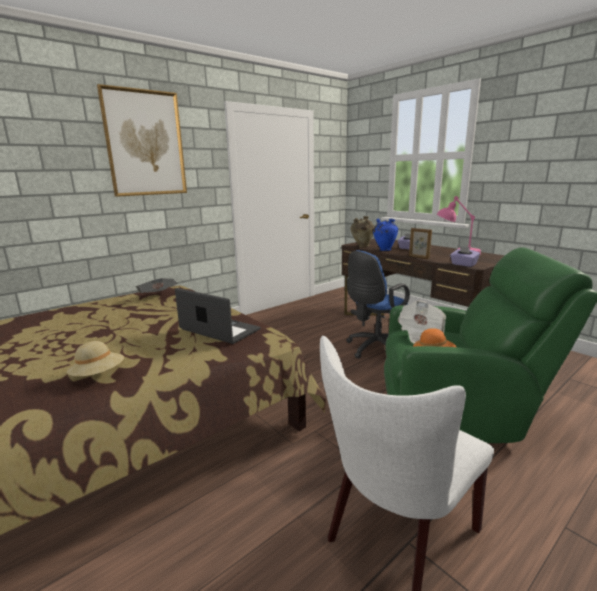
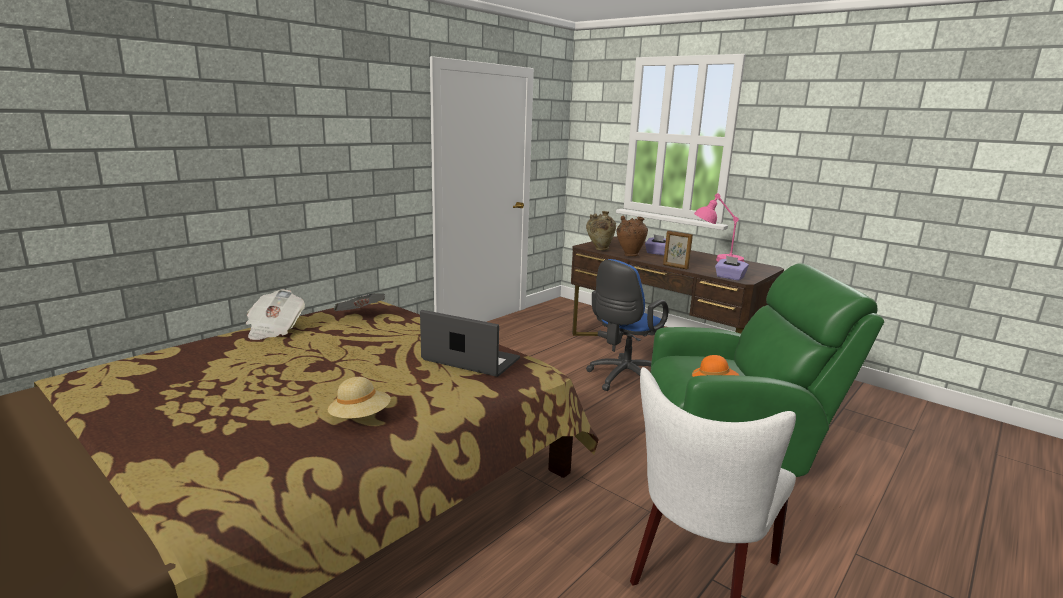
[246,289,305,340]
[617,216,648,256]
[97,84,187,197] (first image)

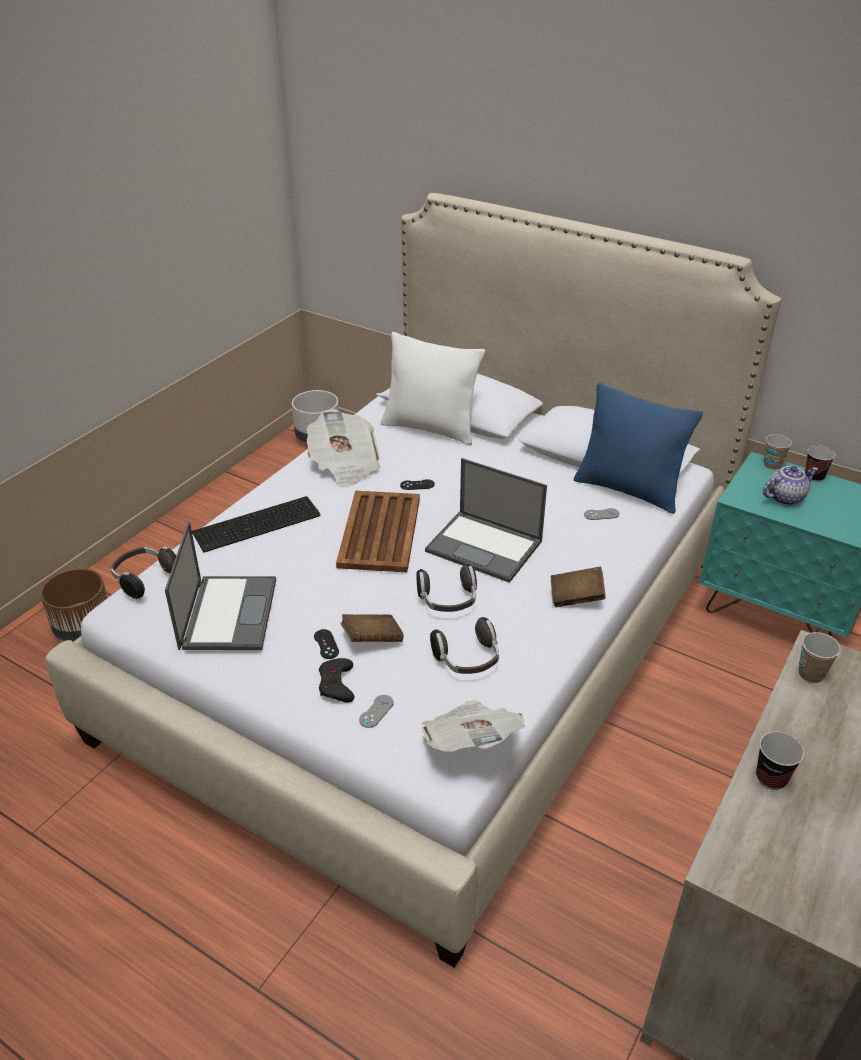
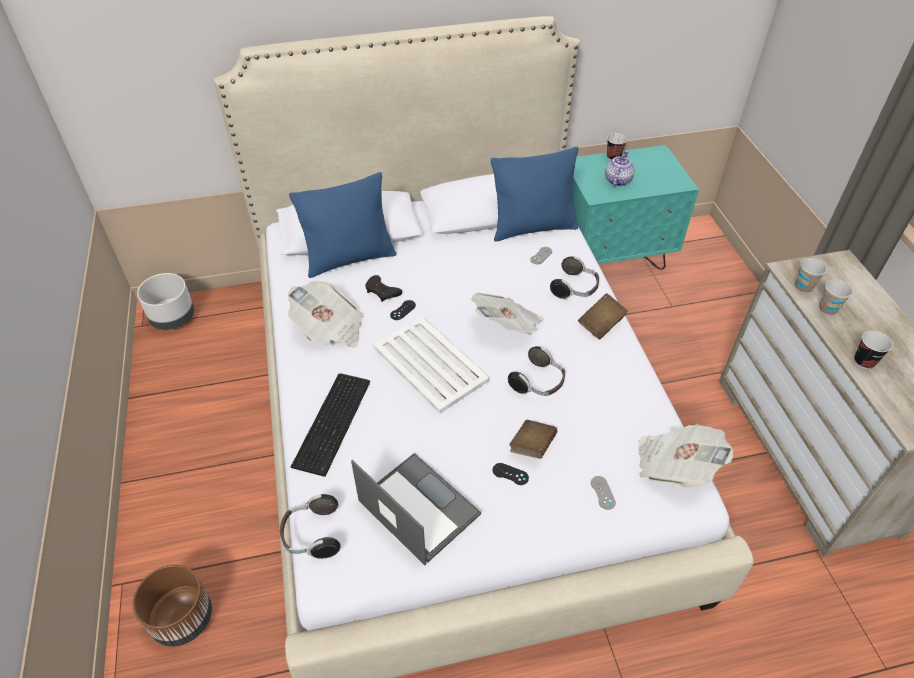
[289,172,396,278]
[365,275,402,302]
[373,317,489,414]
[471,293,544,335]
[550,256,599,299]
[819,279,853,315]

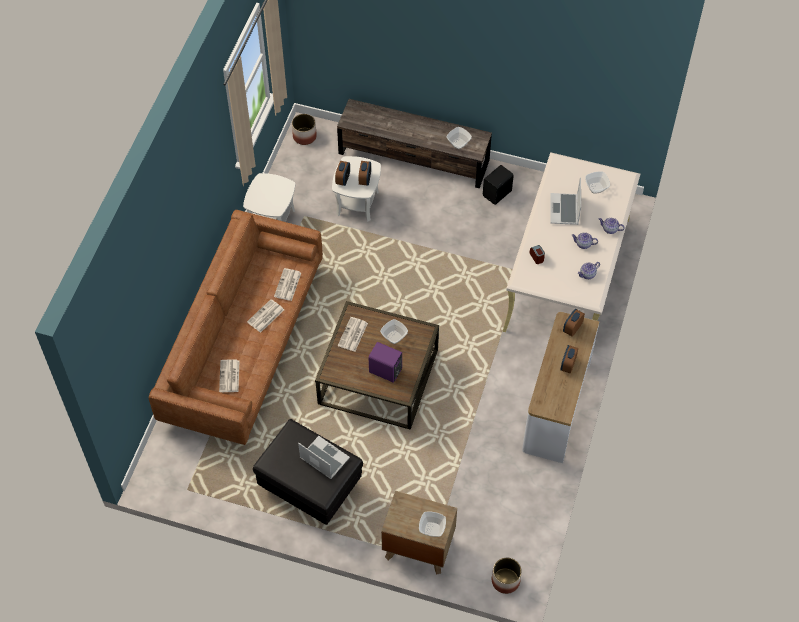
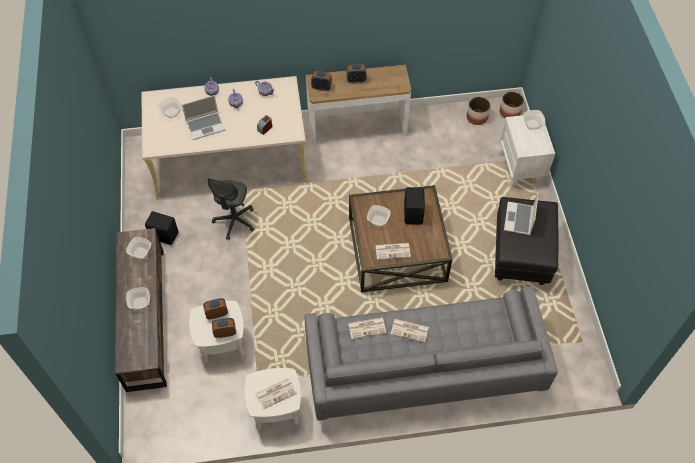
[126,287,150,310]
[208,178,254,240]
[255,378,297,409]
[305,287,558,420]
[404,187,425,224]
[467,97,490,125]
[499,115,555,188]

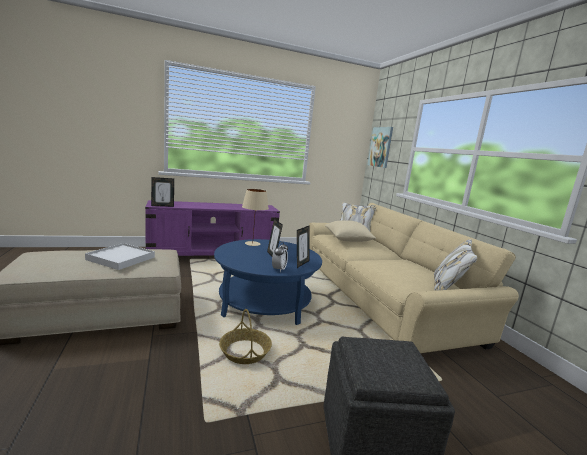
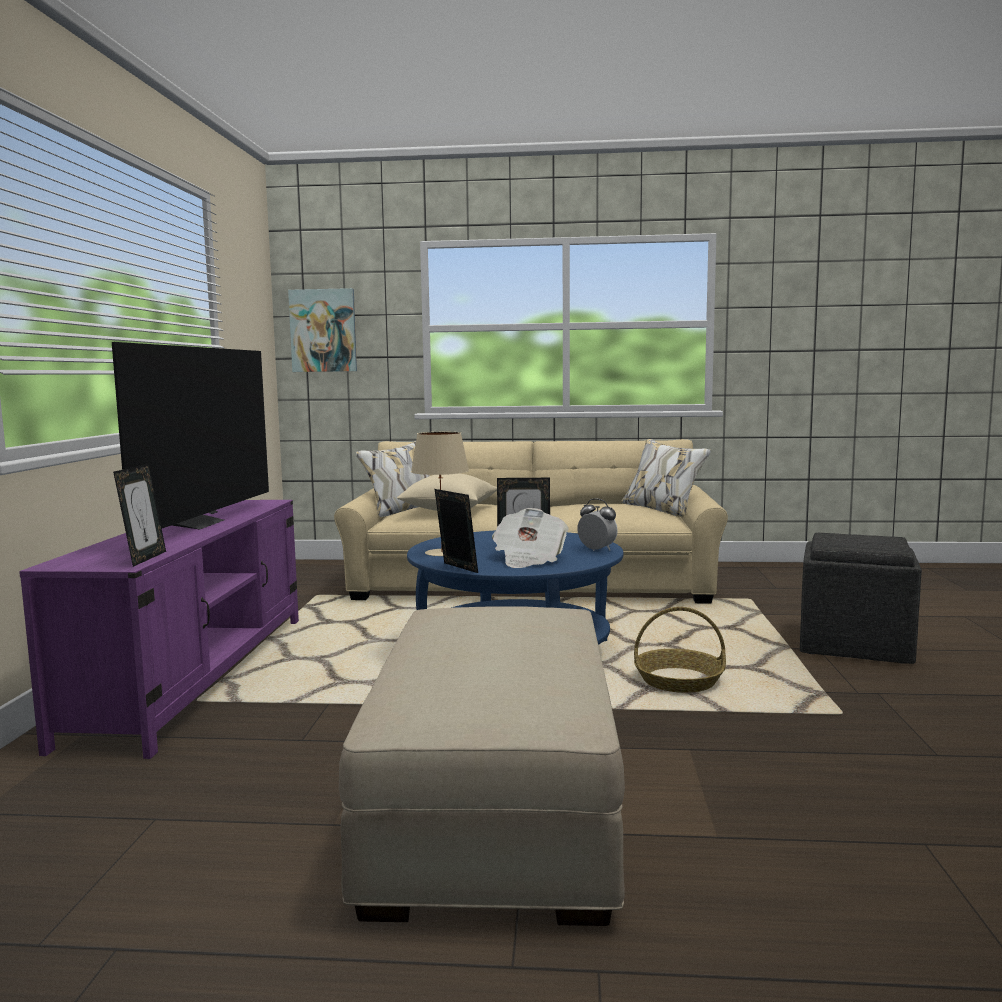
[112,342,269,530]
[435,489,478,573]
[492,508,569,568]
[85,243,155,270] (first image)

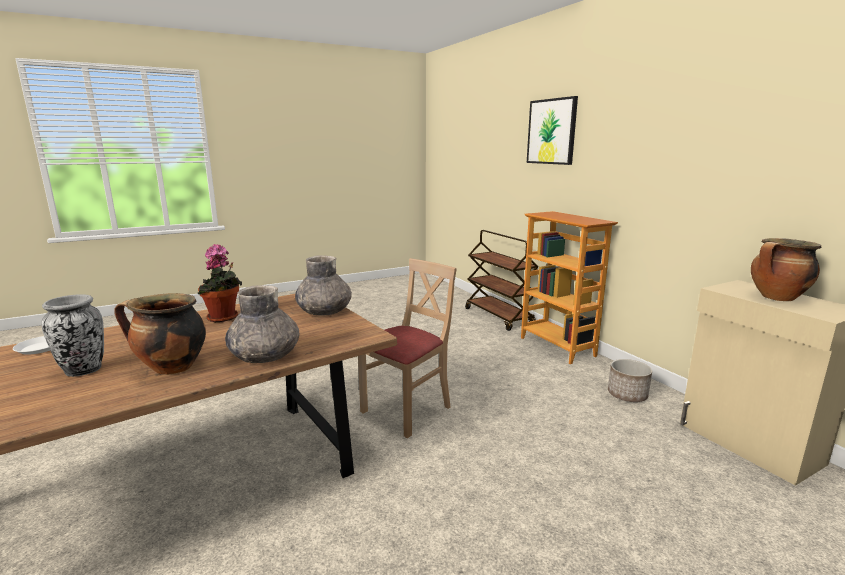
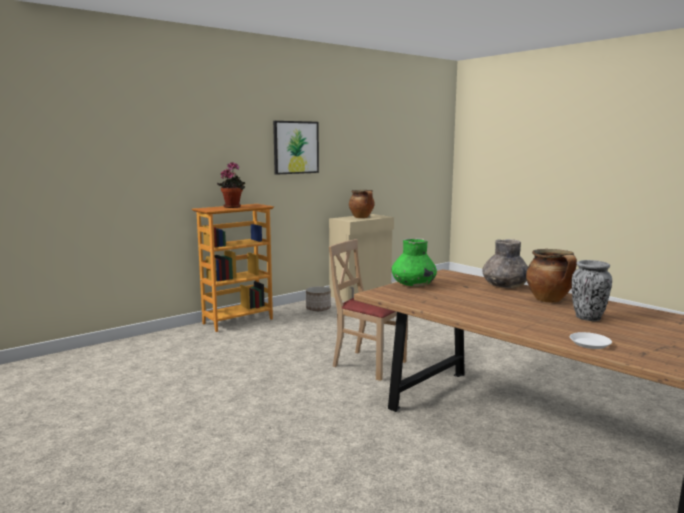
[217,162,245,208]
[273,121,319,175]
[392,238,437,286]
[465,230,539,331] (first image)

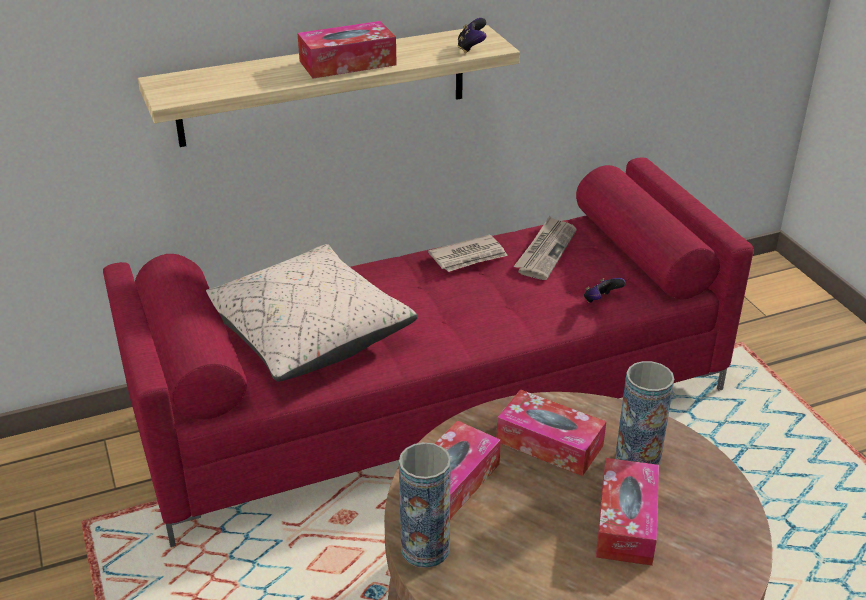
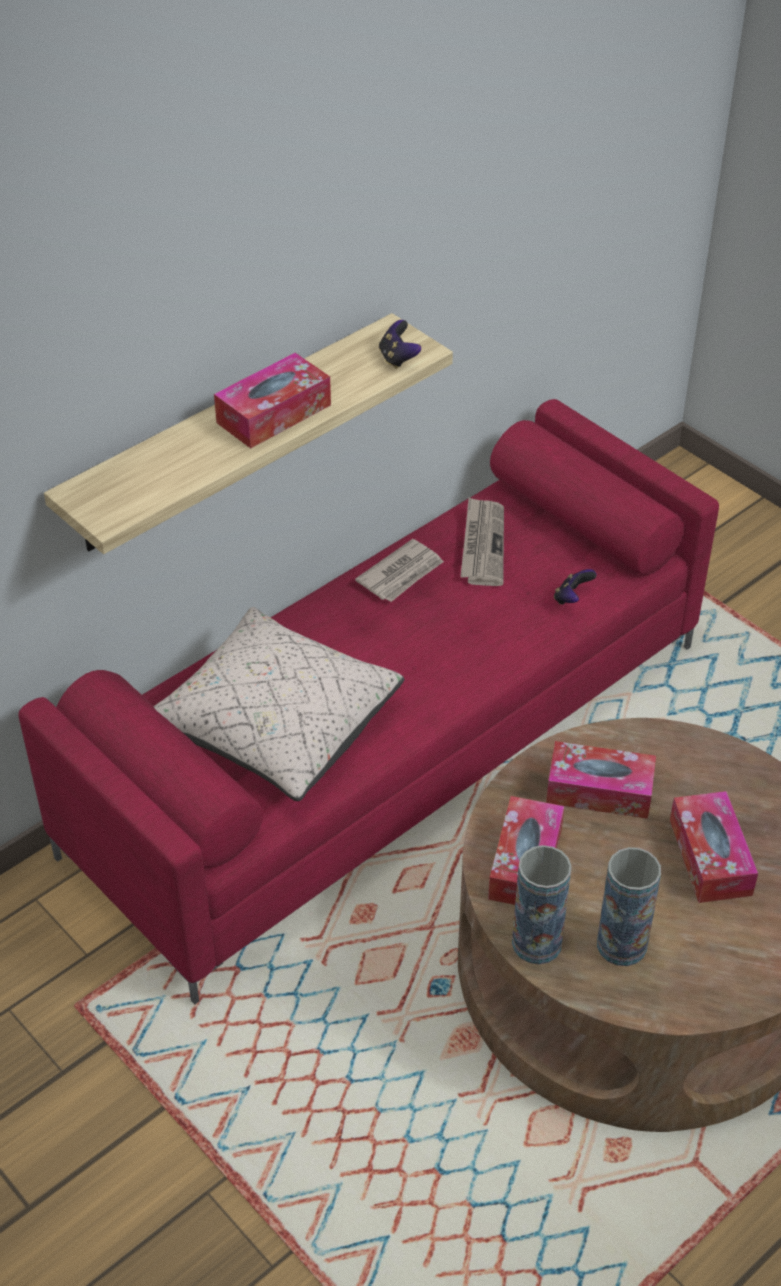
[597,847,661,966]

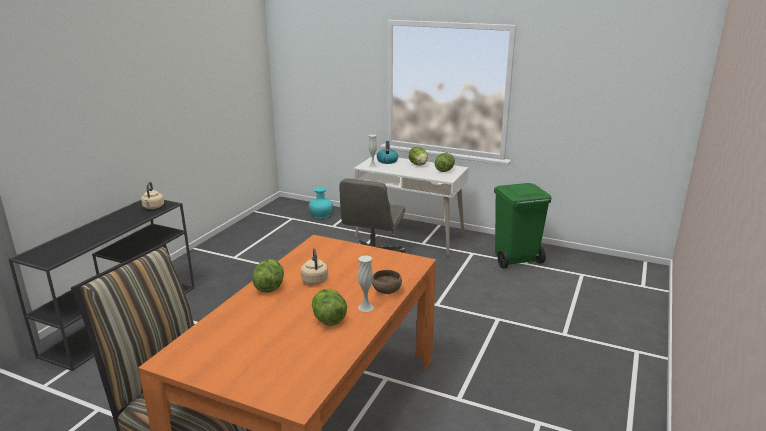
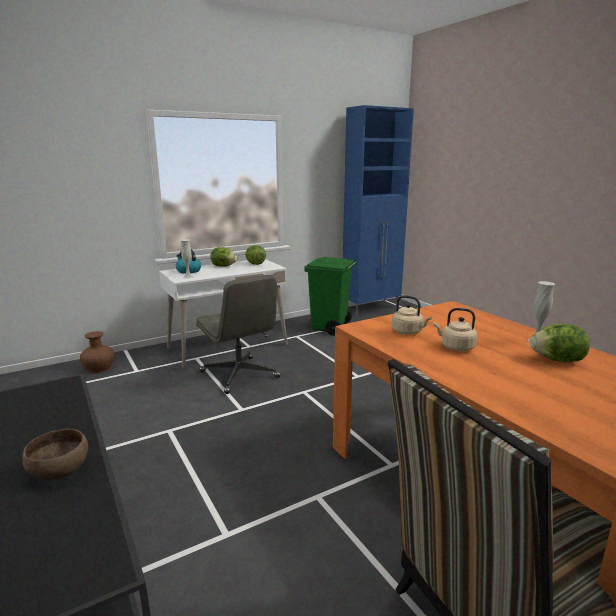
[22,429,88,480]
[80,331,115,373]
[343,105,414,316]
[392,295,432,335]
[253,259,284,293] (first image)

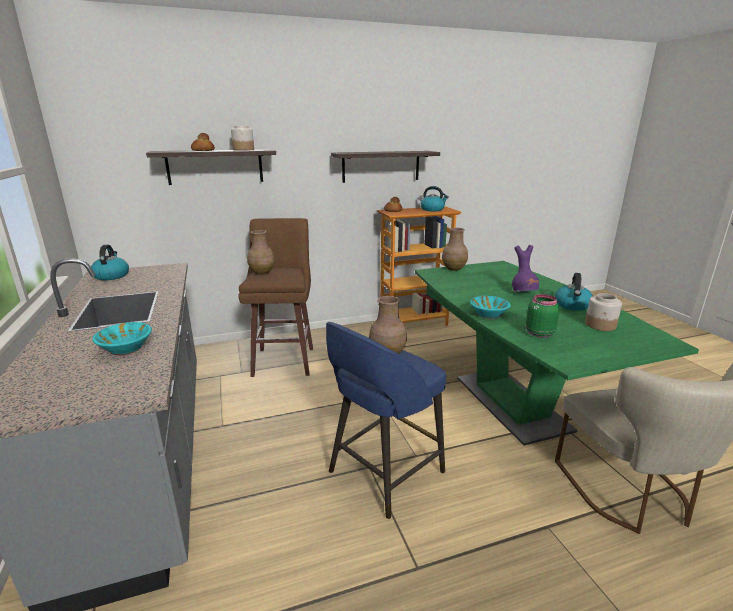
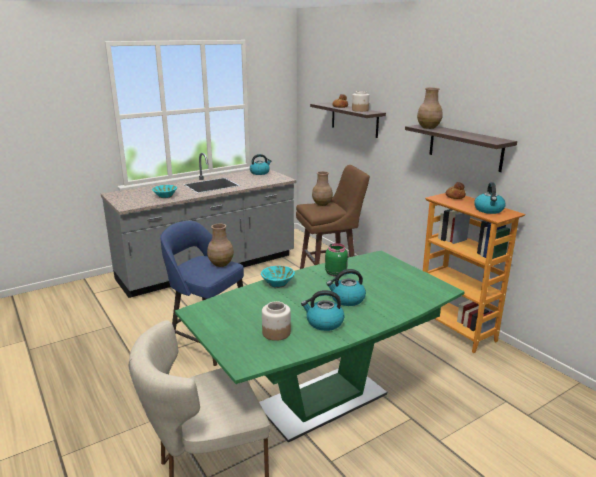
[325,243,348,277]
[326,269,366,306]
[417,88,443,129]

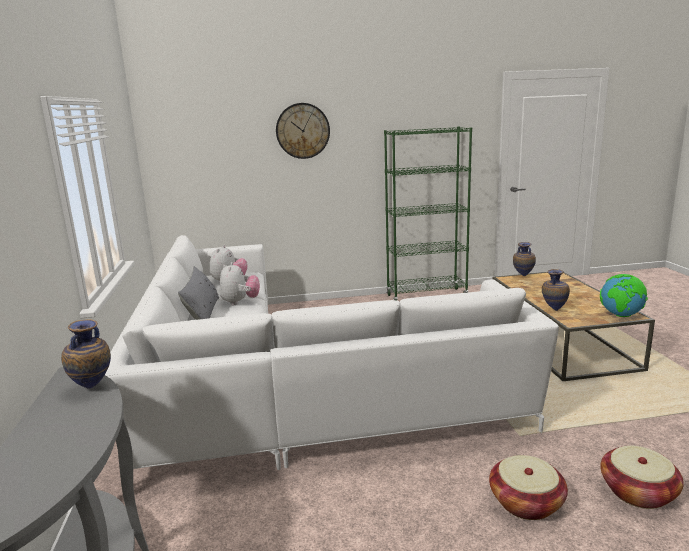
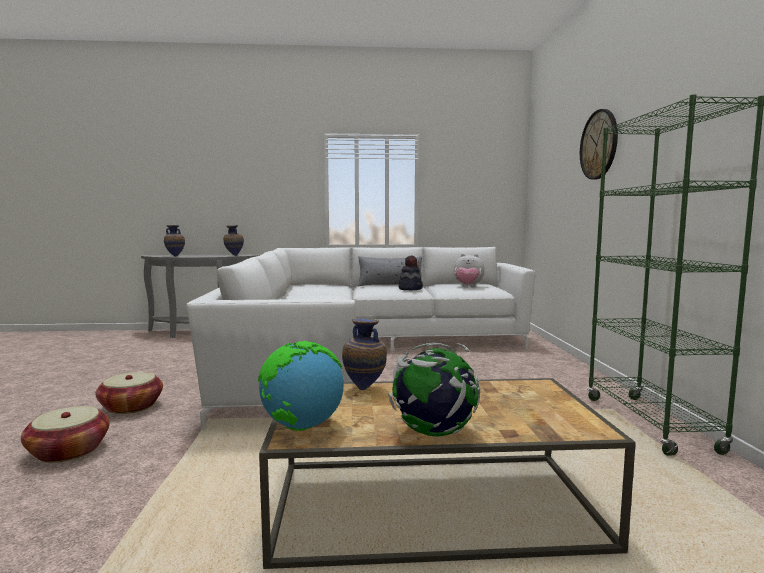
[164,225,185,257]
[388,343,480,437]
[399,255,423,290]

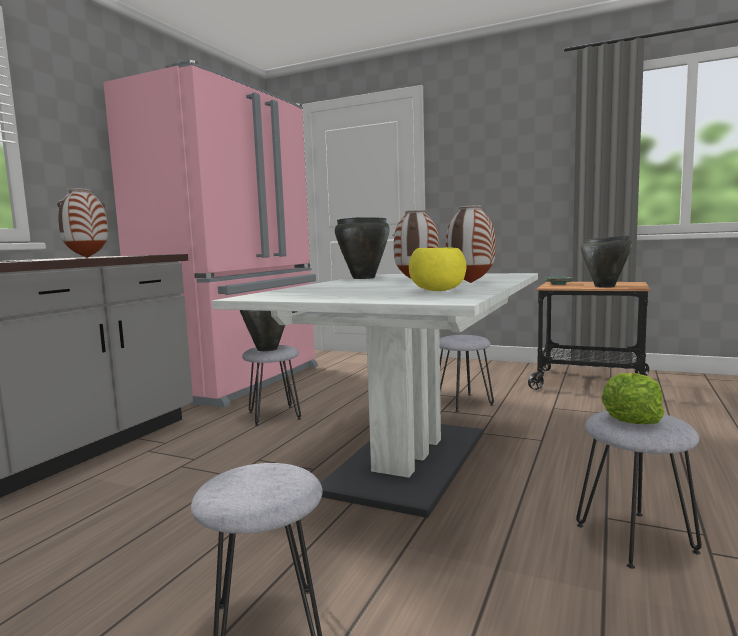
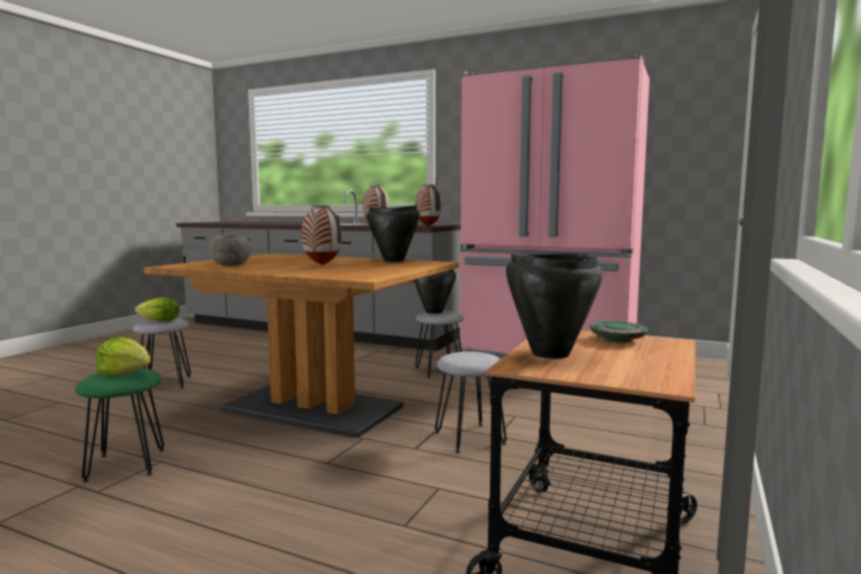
[75,368,164,482]
[135,297,180,322]
[144,254,459,438]
[209,235,251,266]
[415,184,442,226]

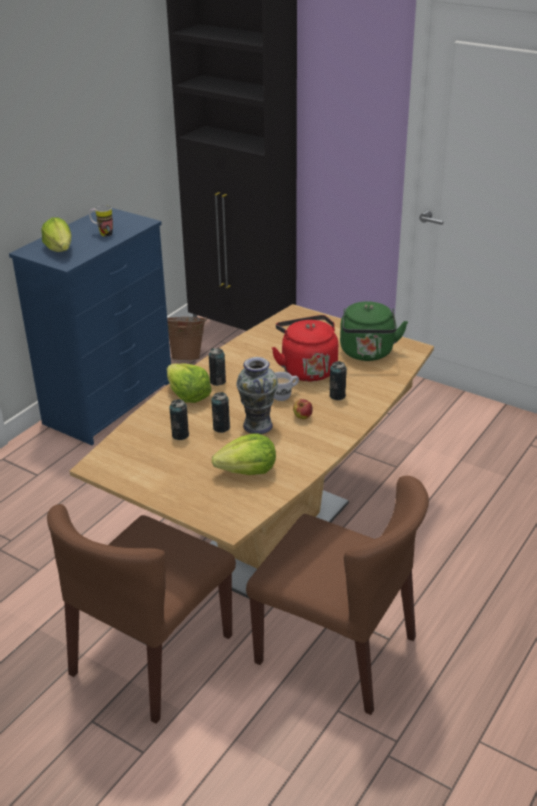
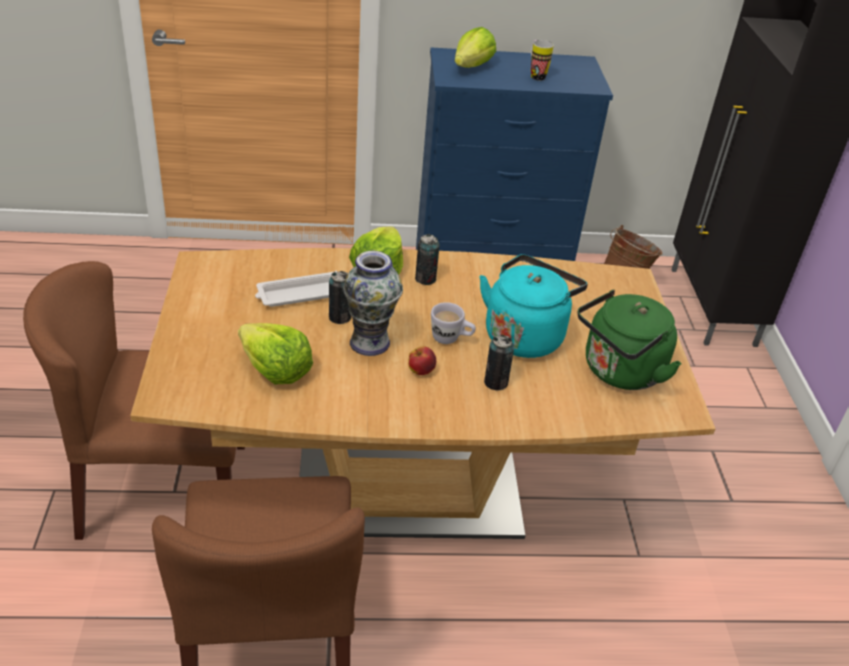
[255,271,338,307]
[479,254,588,358]

